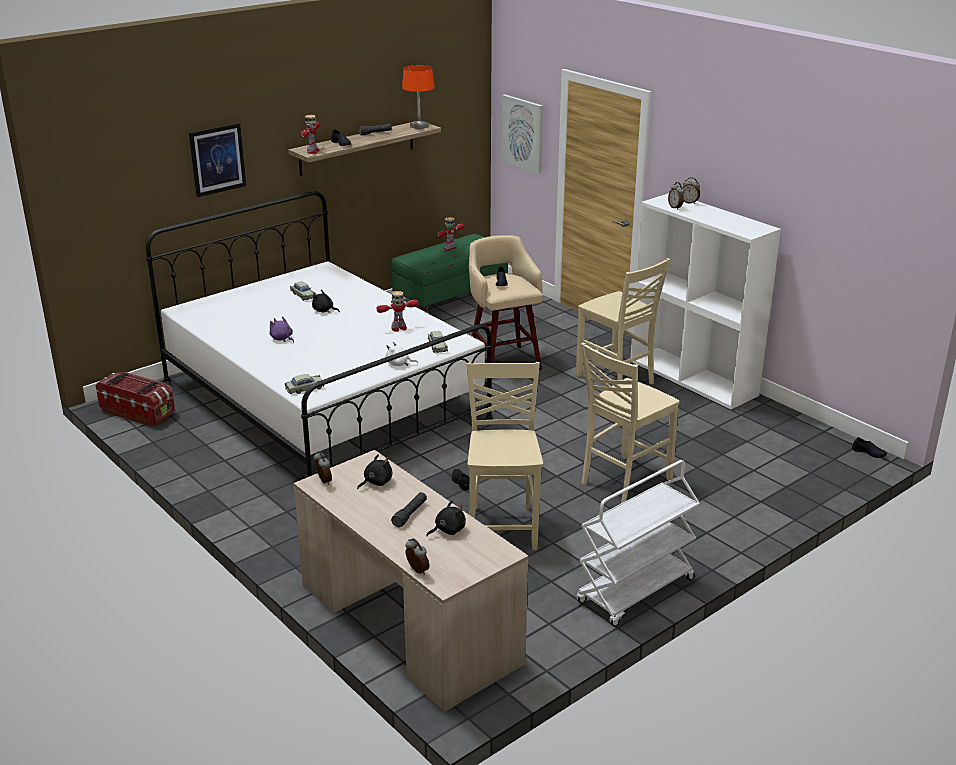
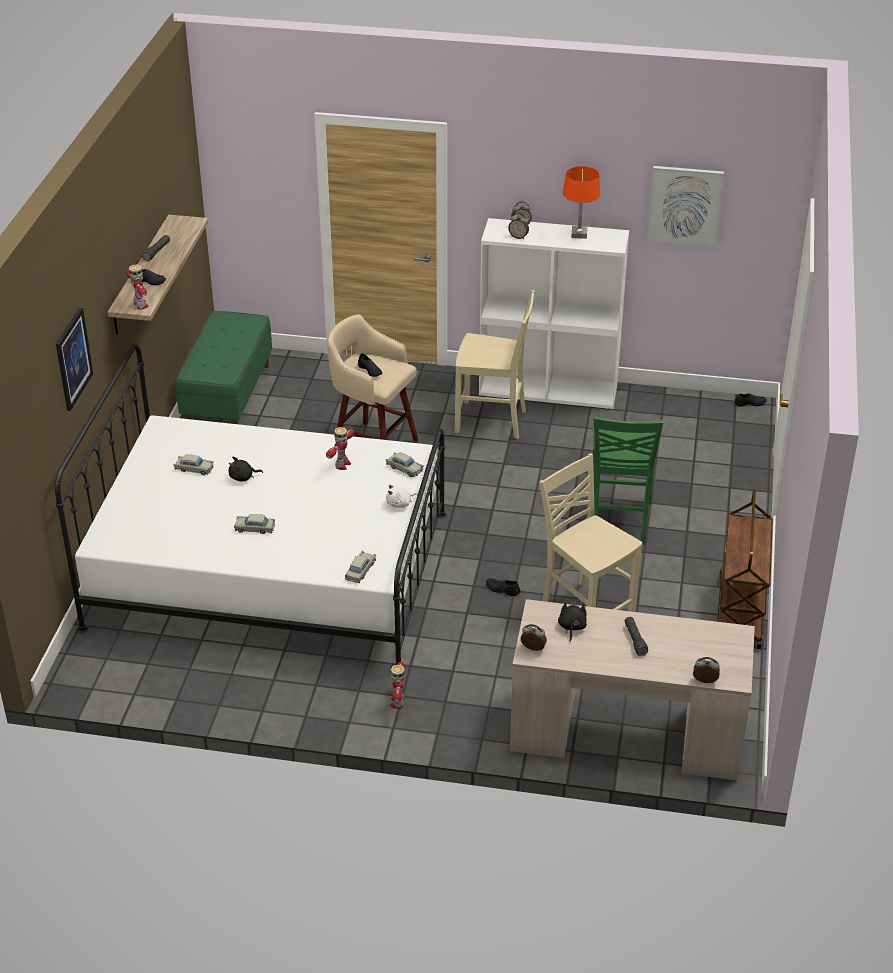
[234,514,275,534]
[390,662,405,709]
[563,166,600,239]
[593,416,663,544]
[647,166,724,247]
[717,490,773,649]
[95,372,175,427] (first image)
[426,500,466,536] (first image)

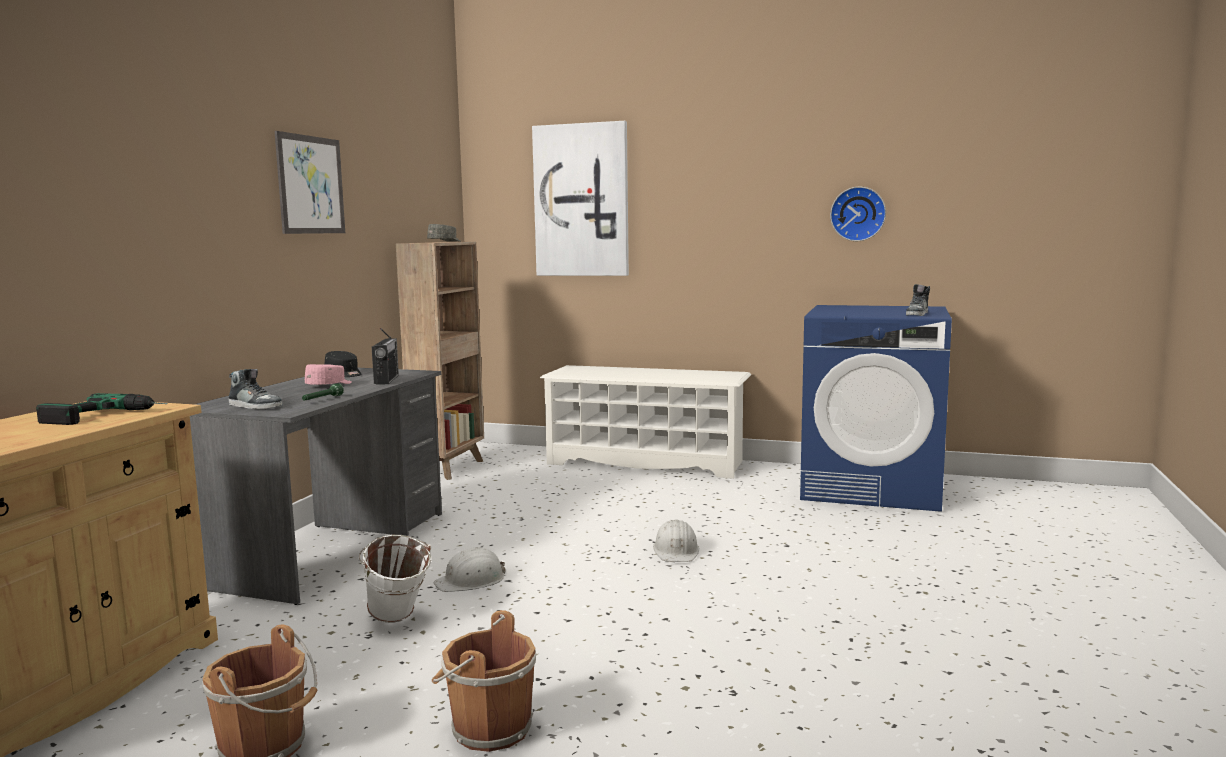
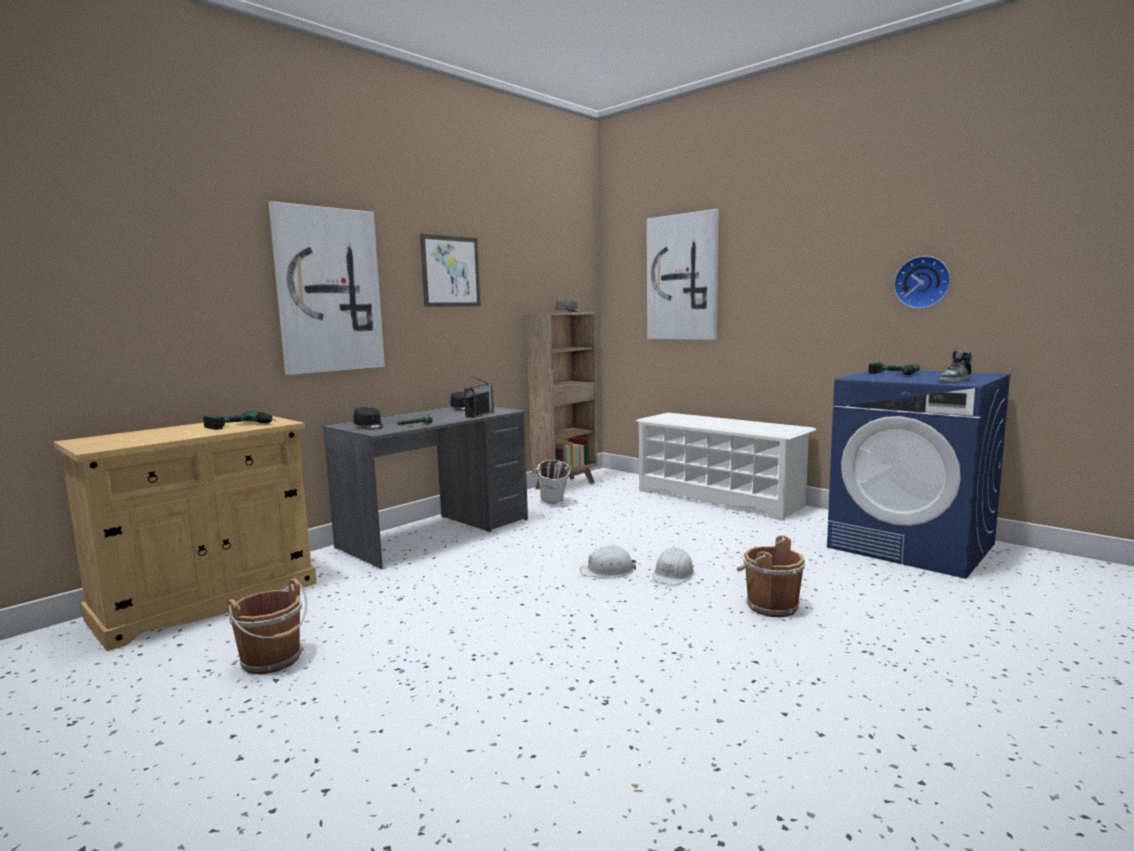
[268,201,385,375]
[353,407,383,430]
[535,460,571,504]
[580,545,637,578]
[737,535,805,617]
[868,362,920,375]
[305,364,352,385] (first image)

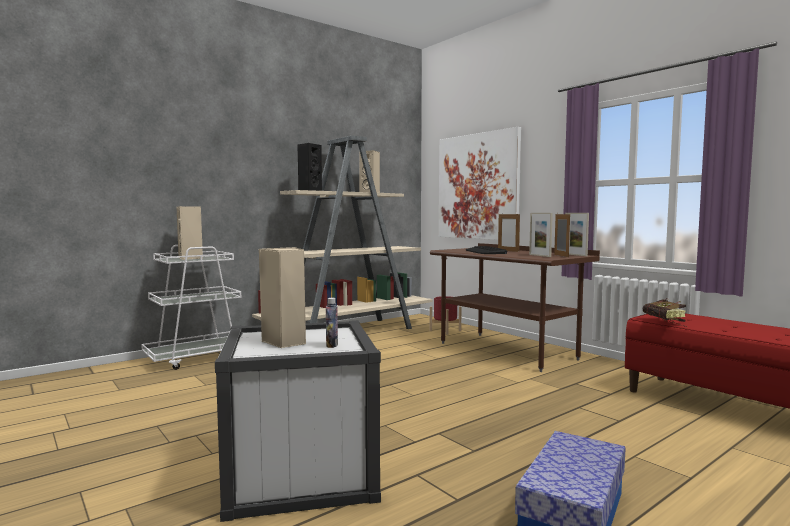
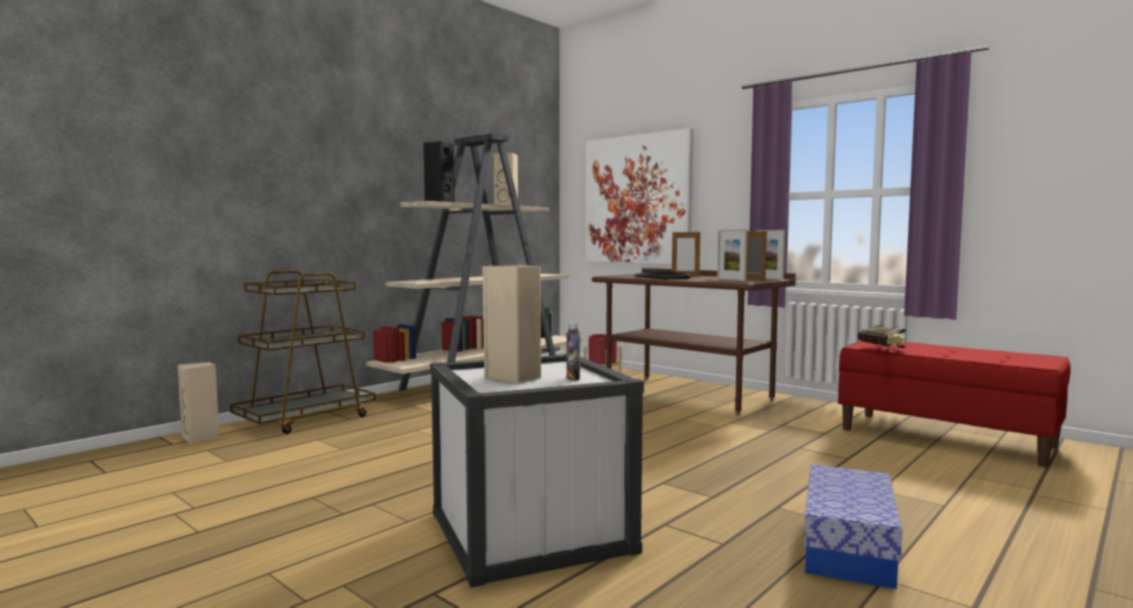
[177,362,219,444]
[230,270,376,434]

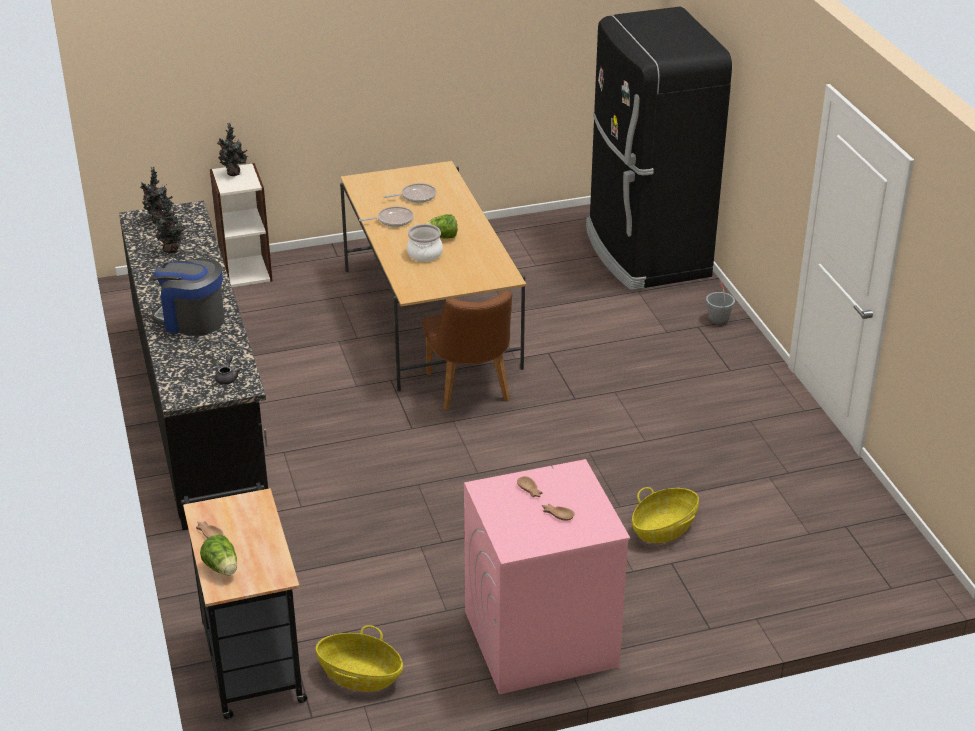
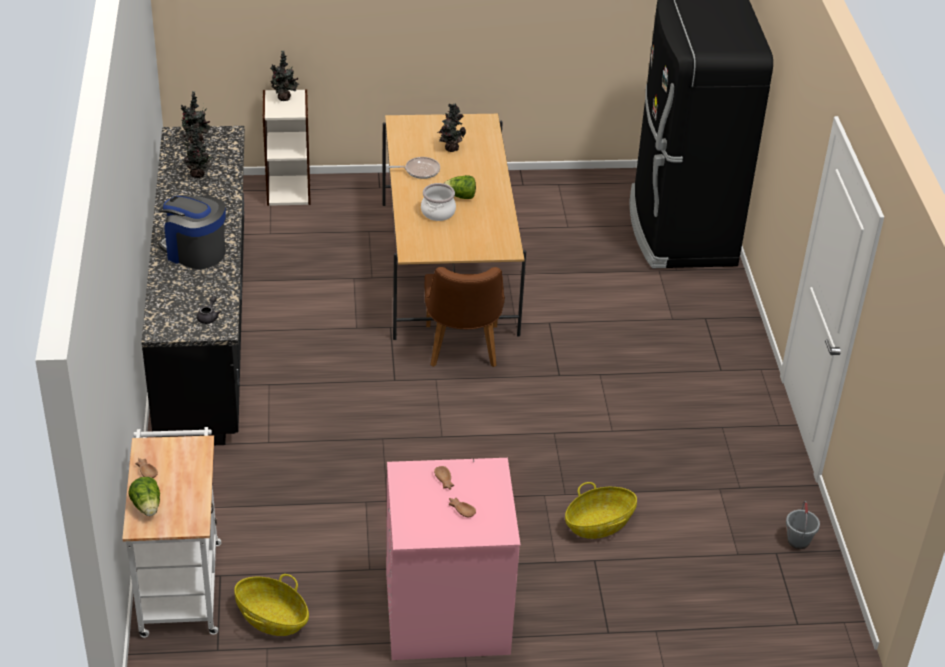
[122,427,221,638]
[437,103,466,152]
[786,501,820,549]

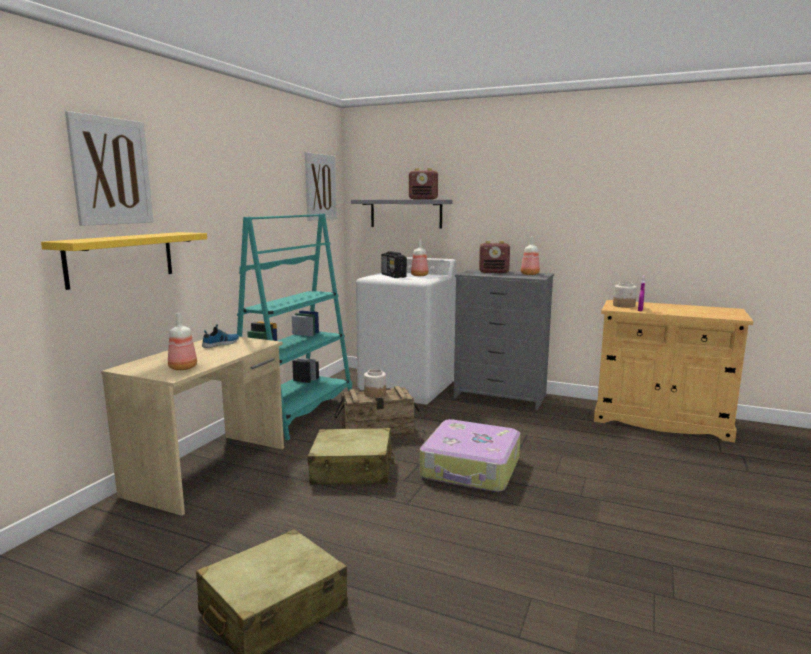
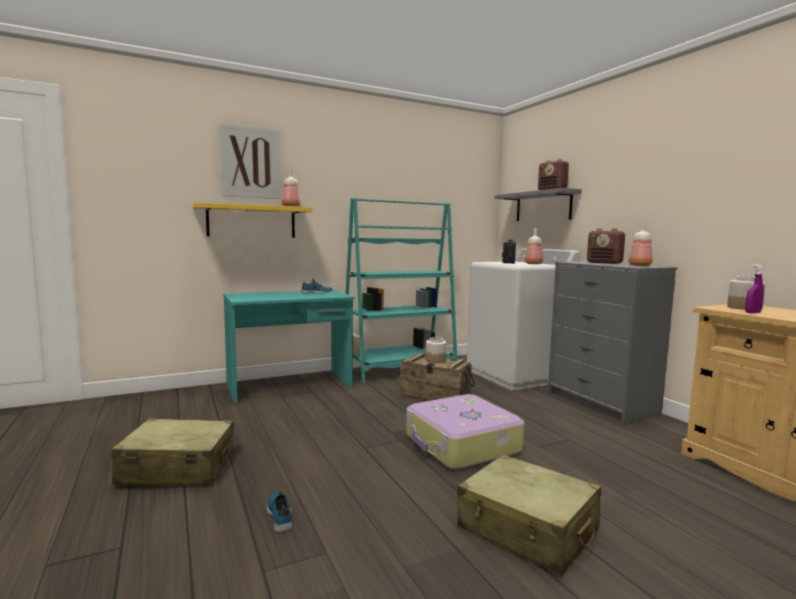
[223,290,355,403]
[267,490,292,532]
[282,168,300,207]
[457,454,601,575]
[305,152,337,221] (first image)

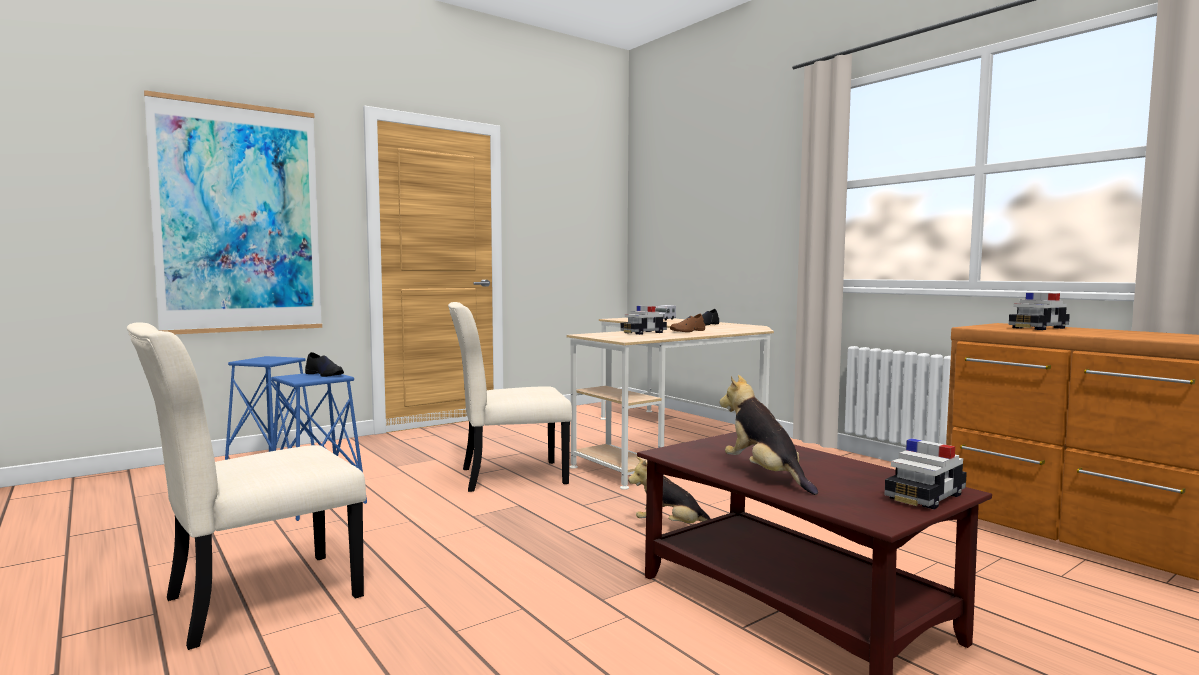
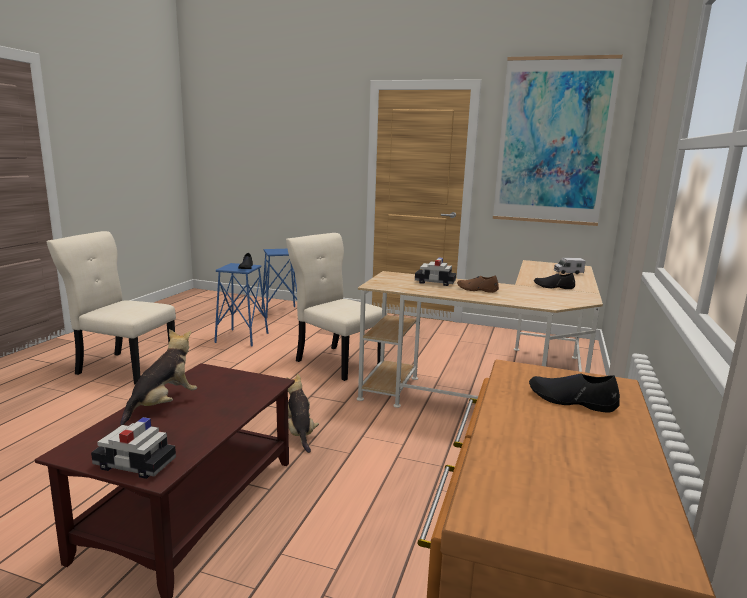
[493,55,623,226]
[529,374,620,412]

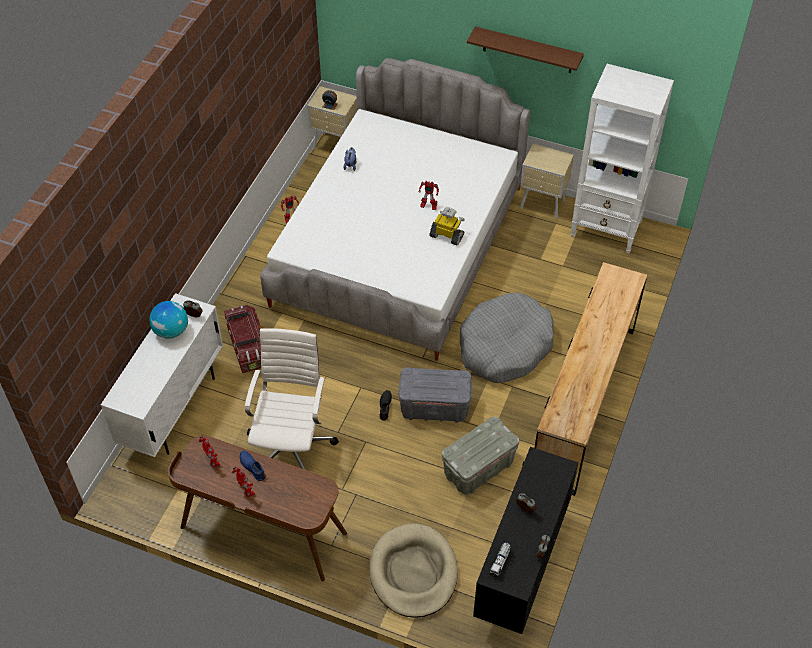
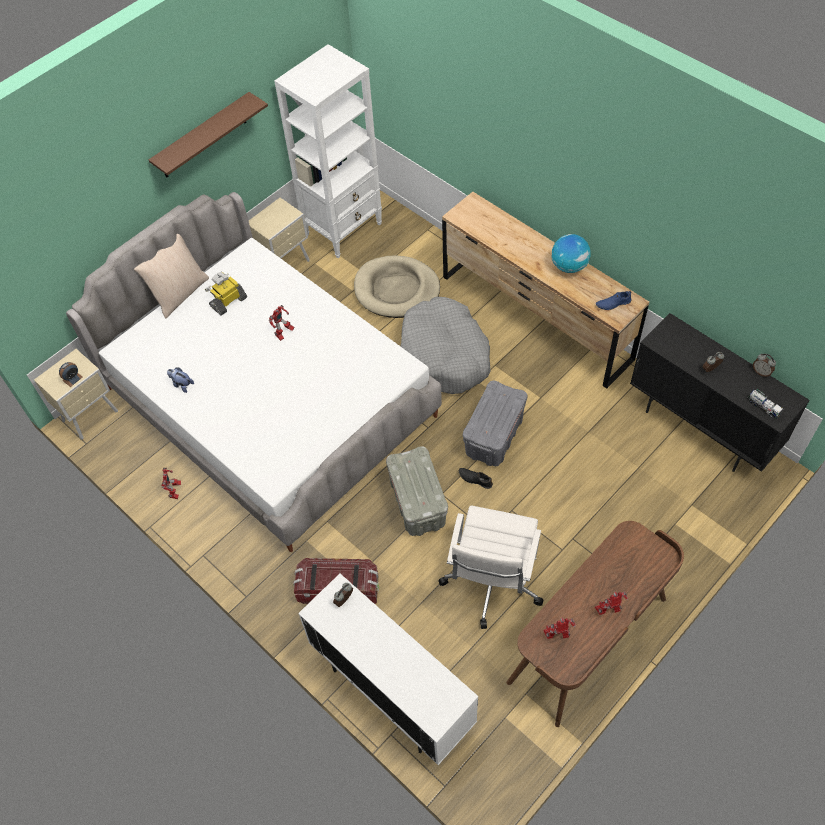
[134,234,209,318]
[205,272,247,316]
[354,256,440,318]
[386,446,448,536]
[438,506,543,629]
[551,234,590,273]
[596,291,632,310]

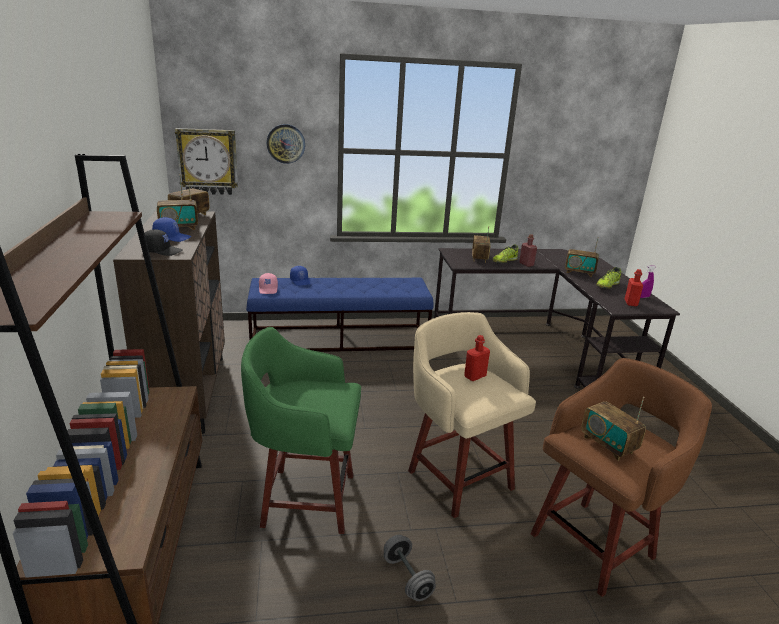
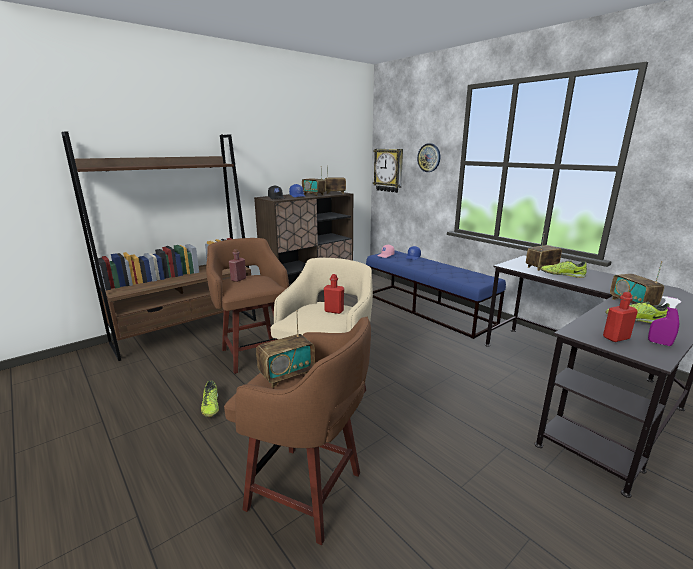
[201,381,219,417]
[206,238,289,374]
[229,249,246,282]
[256,310,315,388]

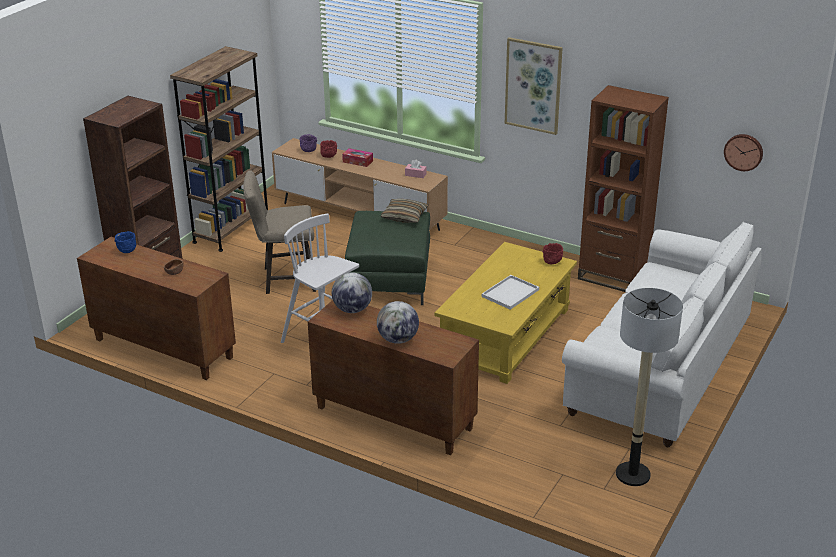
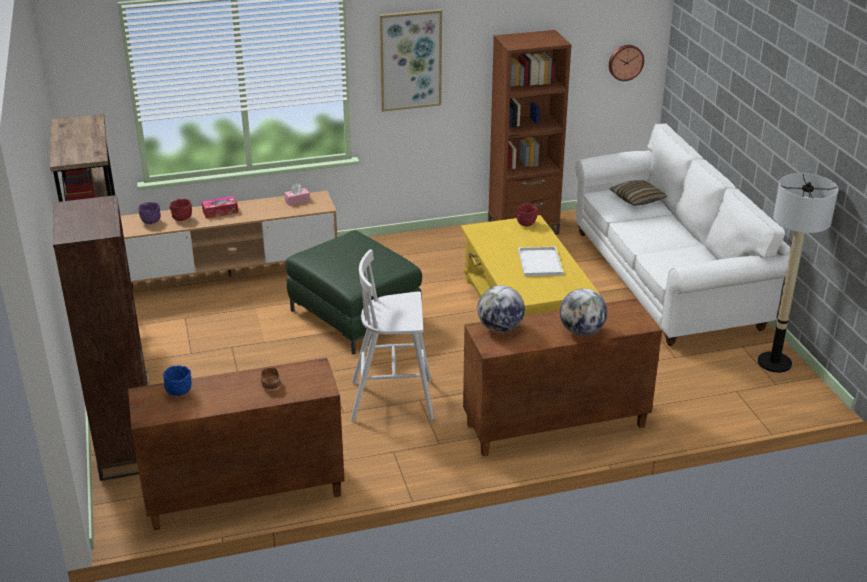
[610,180,667,206]
[243,171,316,294] (first image)

